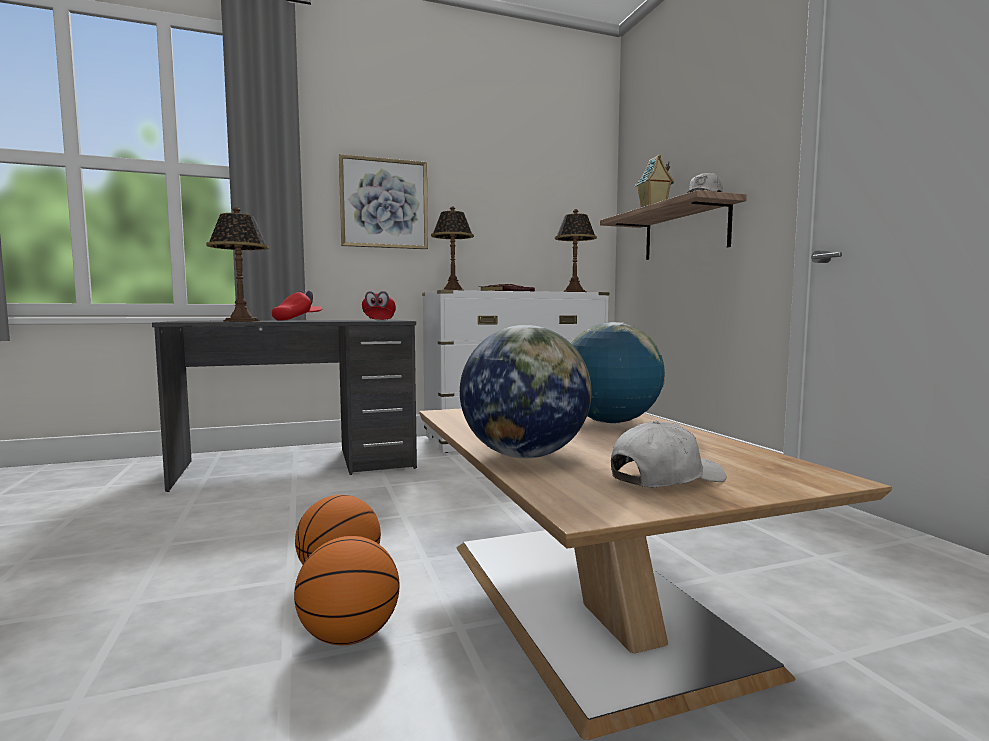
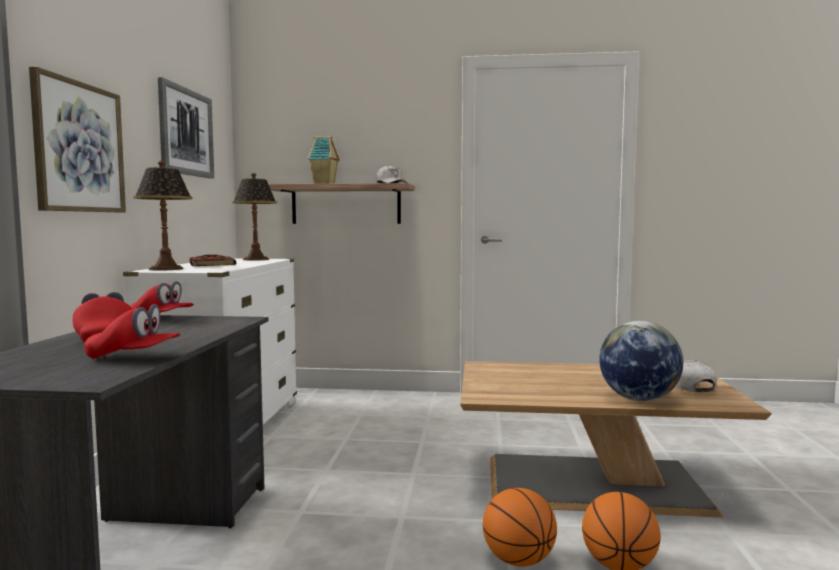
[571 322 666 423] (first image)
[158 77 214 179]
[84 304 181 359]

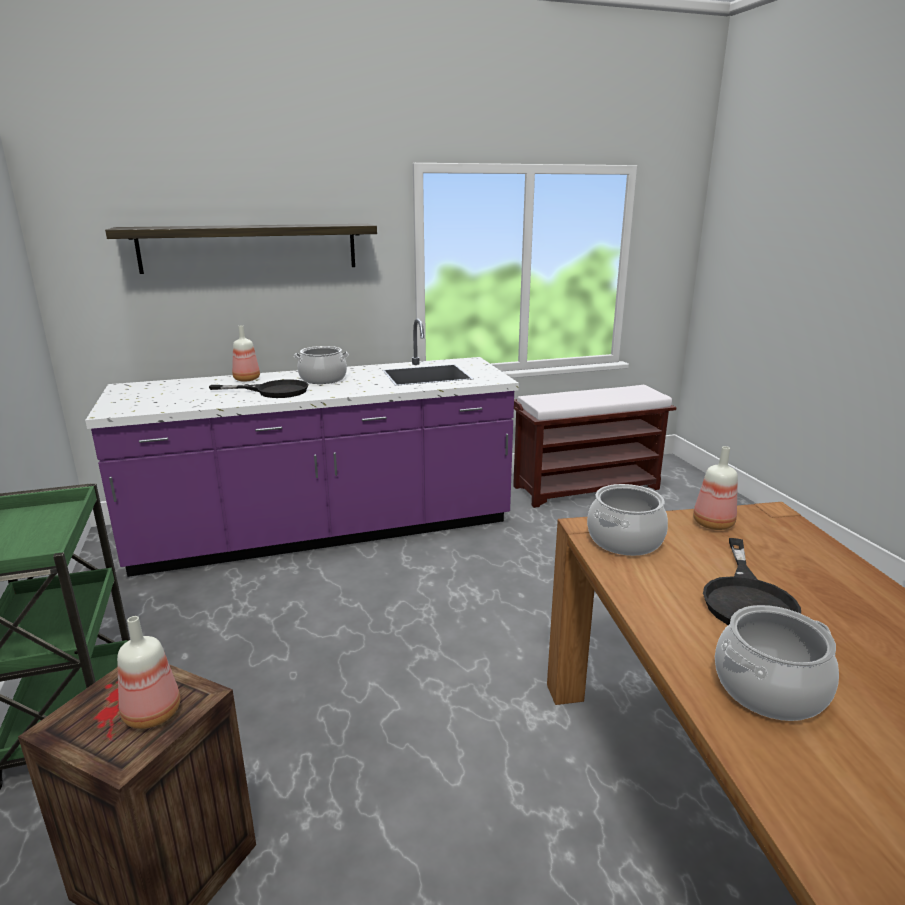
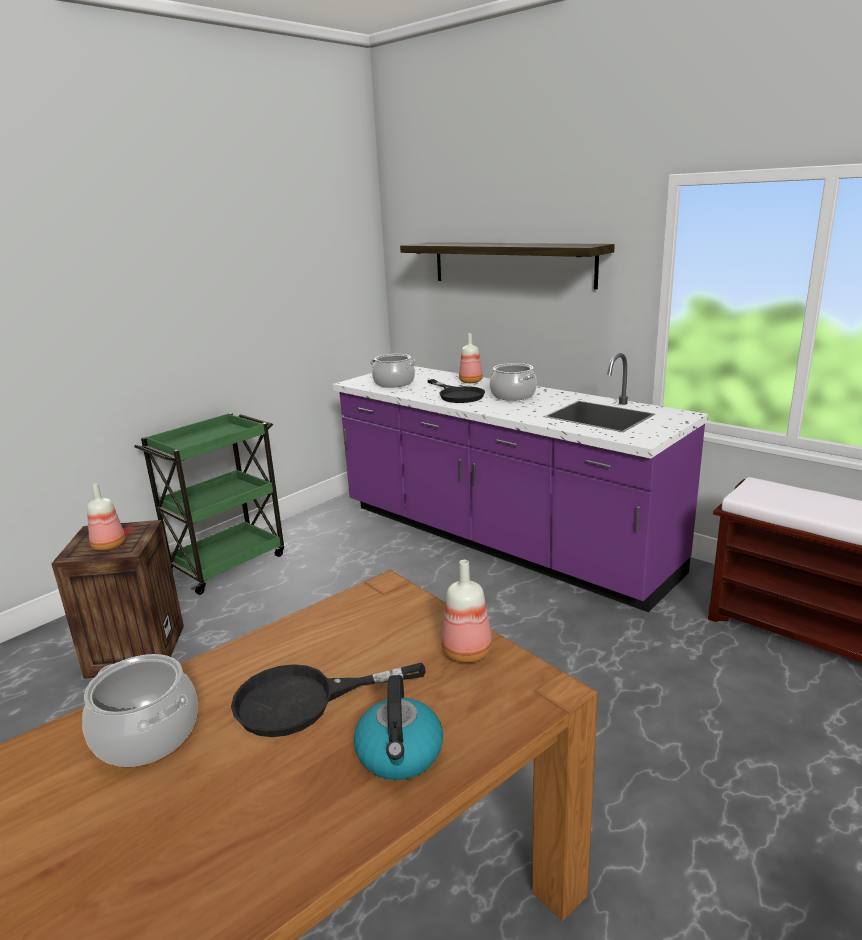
[354 675 443 780]
[370 354 416 388]

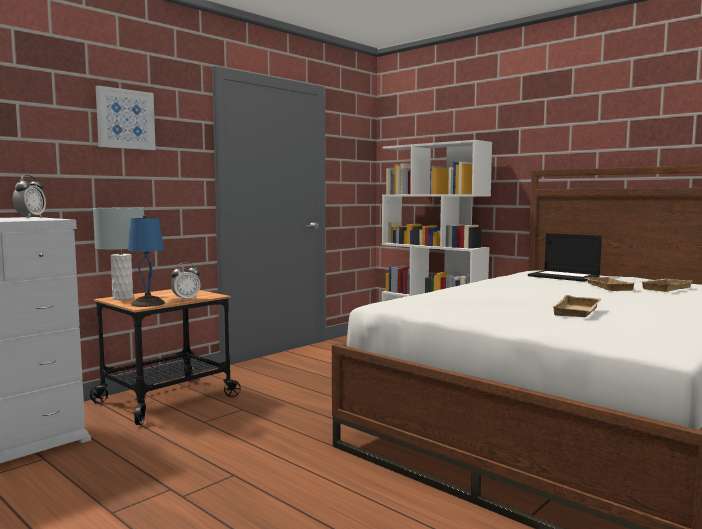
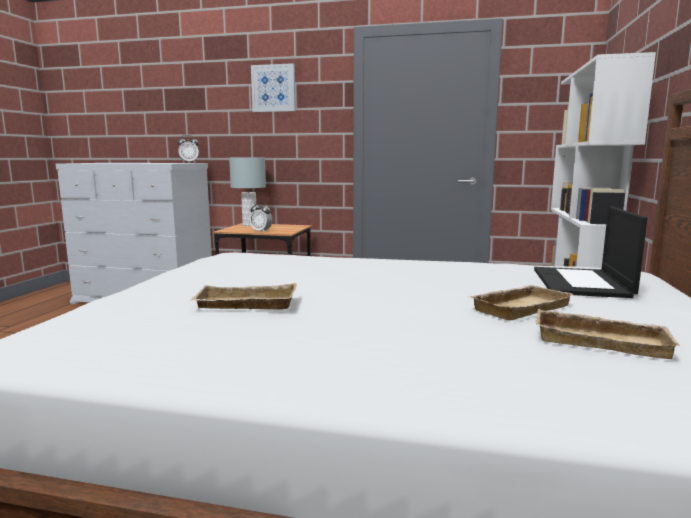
[128 215 165 307] (first image)

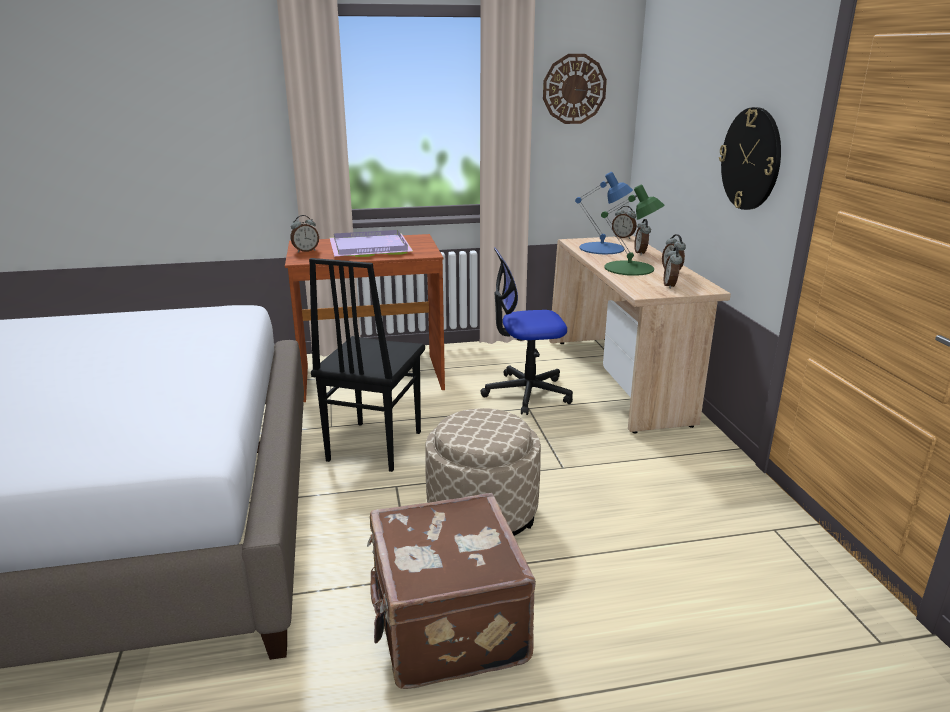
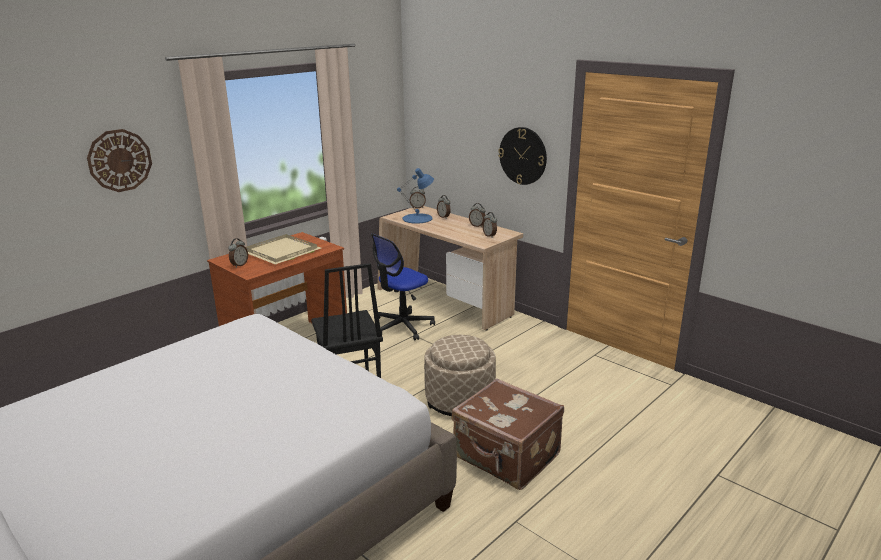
[601 185 665 276] (first image)
[87 129 152 192]
[246 234 321 265]

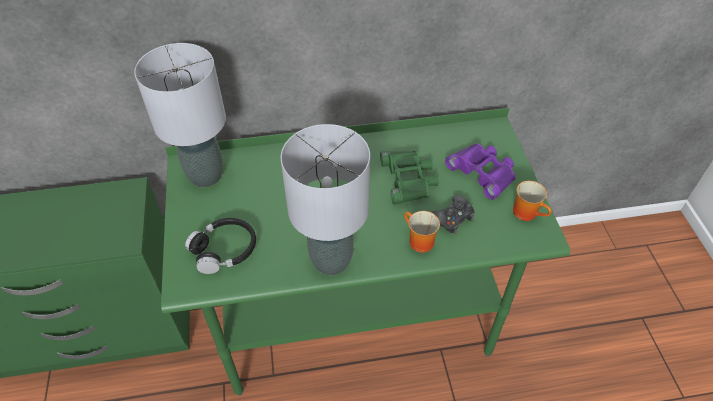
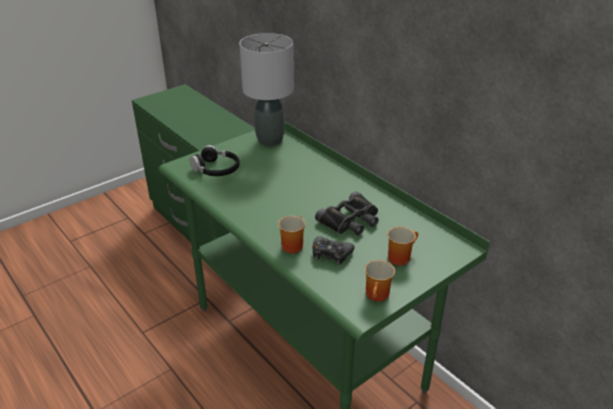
[281 124 370 275] (first image)
[387 227 418 265]
[315 191 379 235]

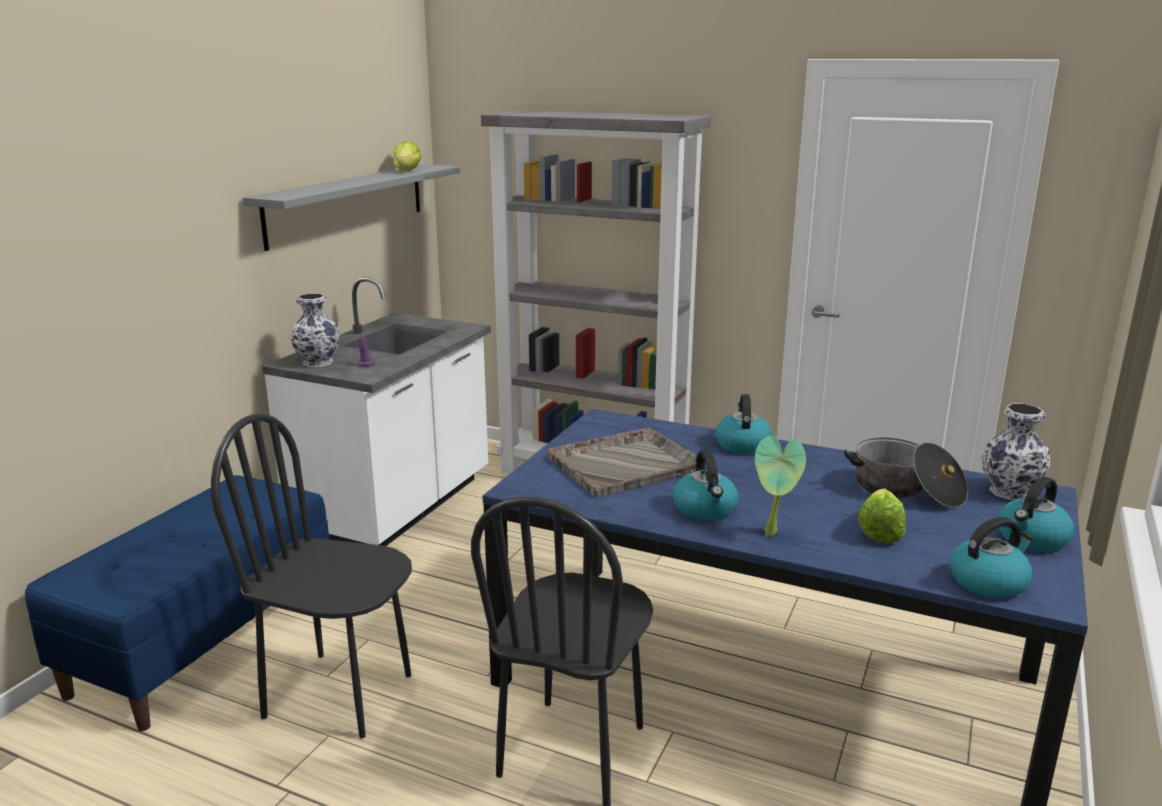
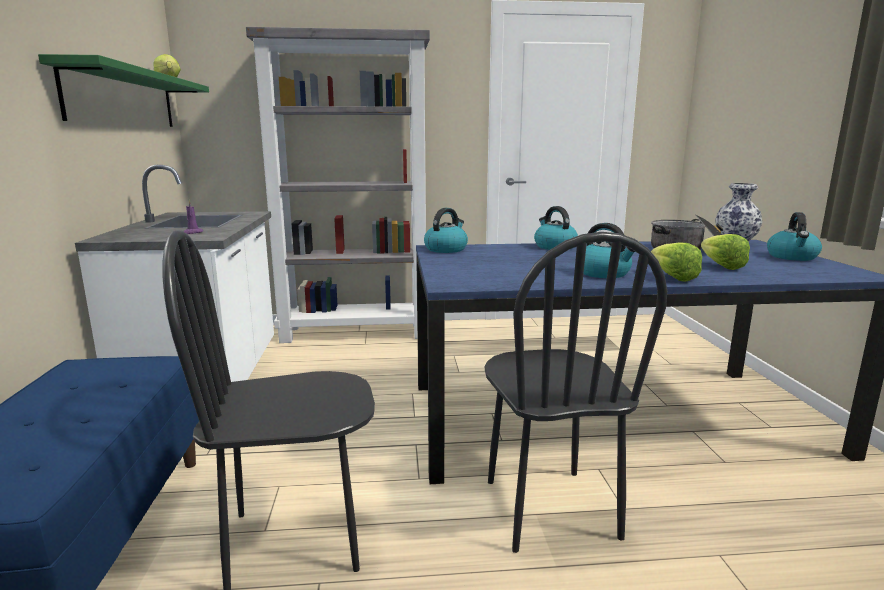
[291 293 340 367] (first image)
[547 427 697 498] (first image)
[424 208 468 253]
[651 242 702 282]
[38 54 209 127]

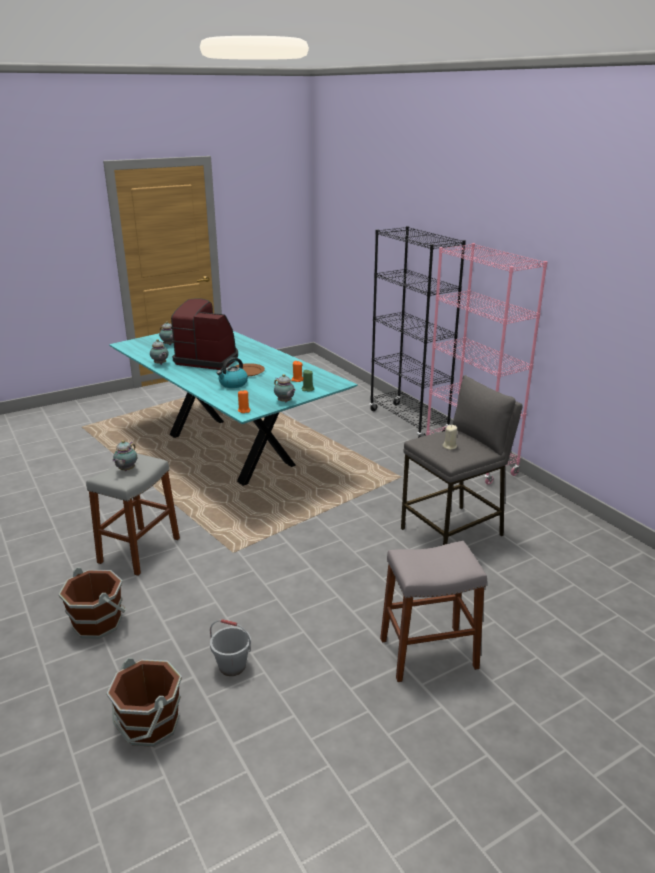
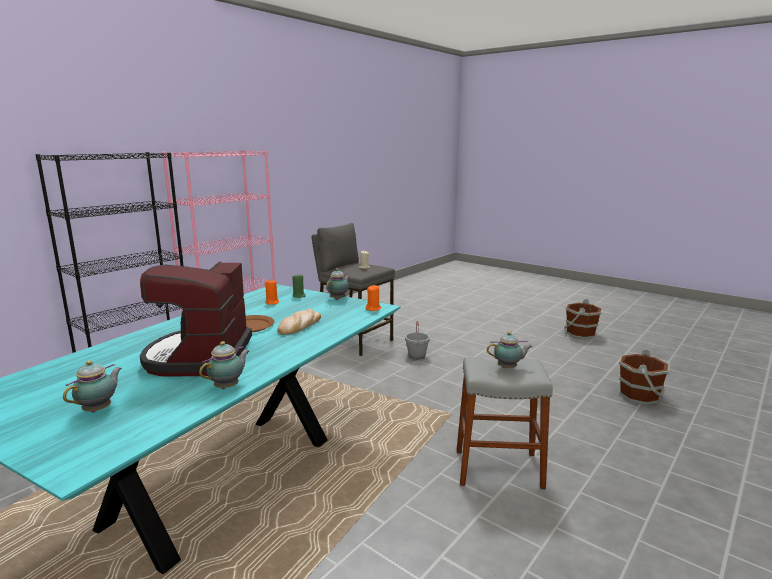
[380 541 487 682] (first image)
[564 299 603 339]
[405 321 430 360]
[277 309 321 335]

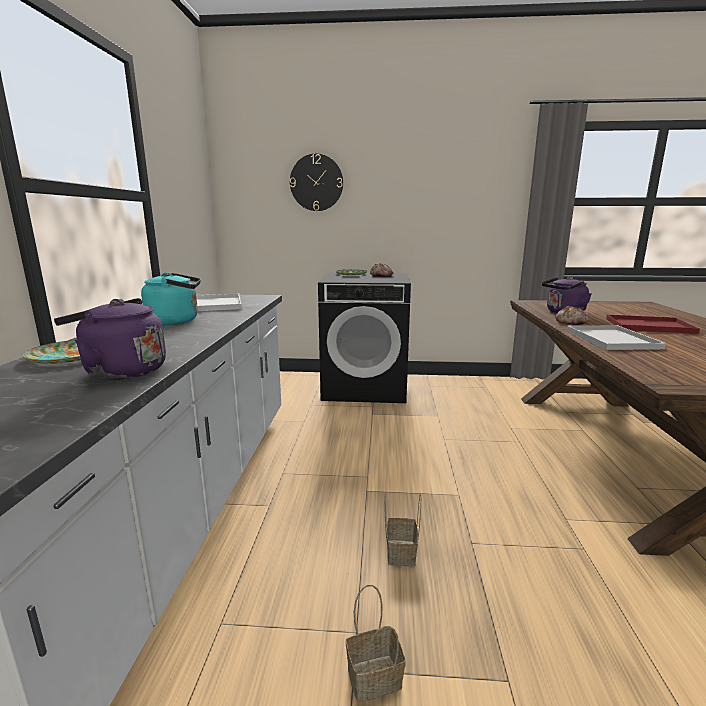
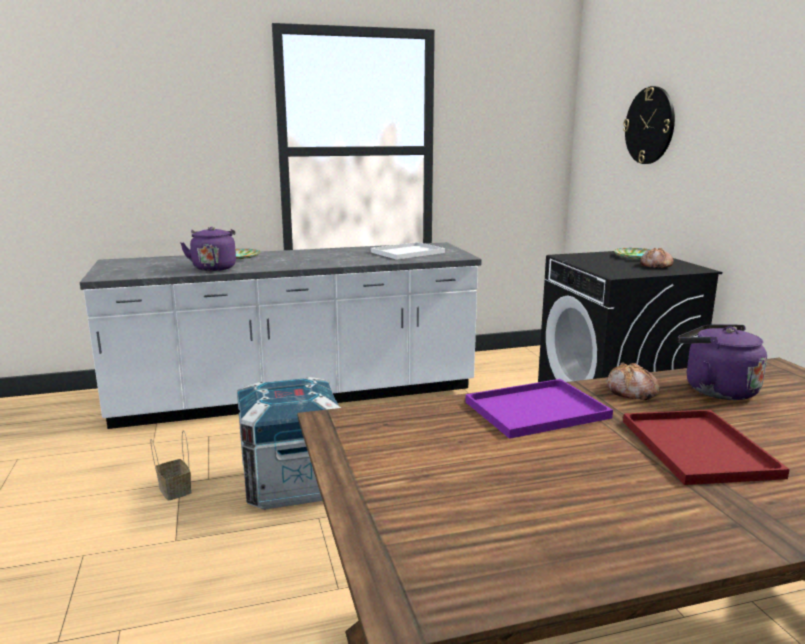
[141 272 201 325] (first image)
[237 377 341 510]
[465 379 613 439]

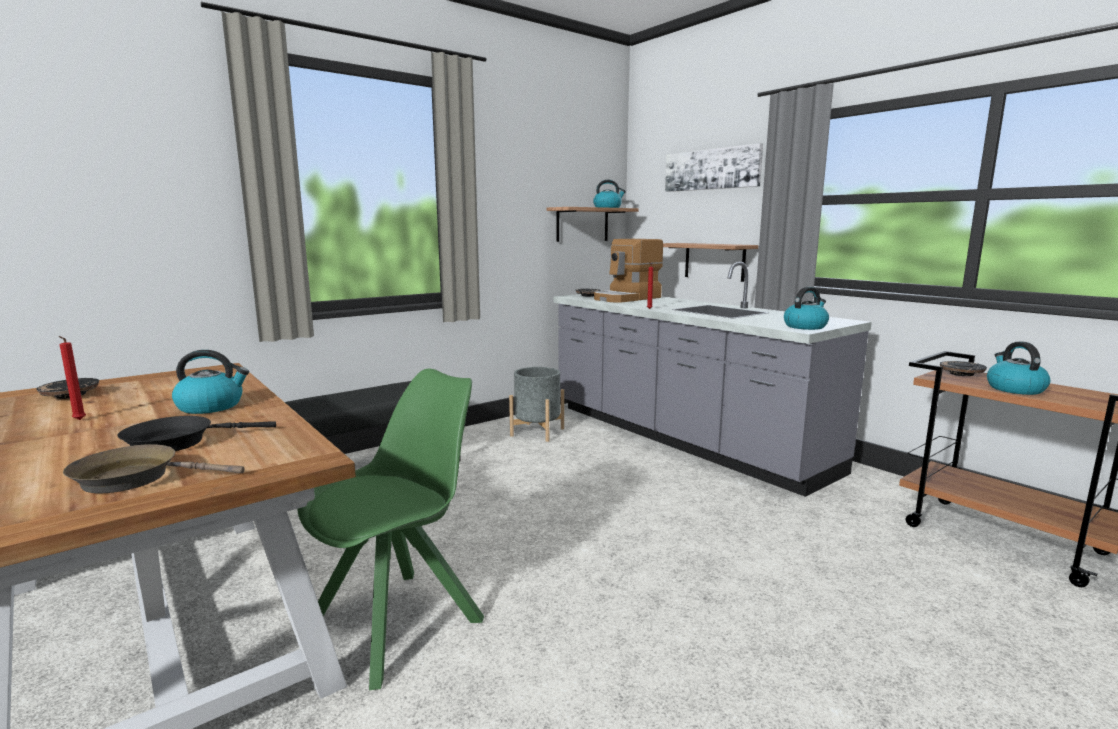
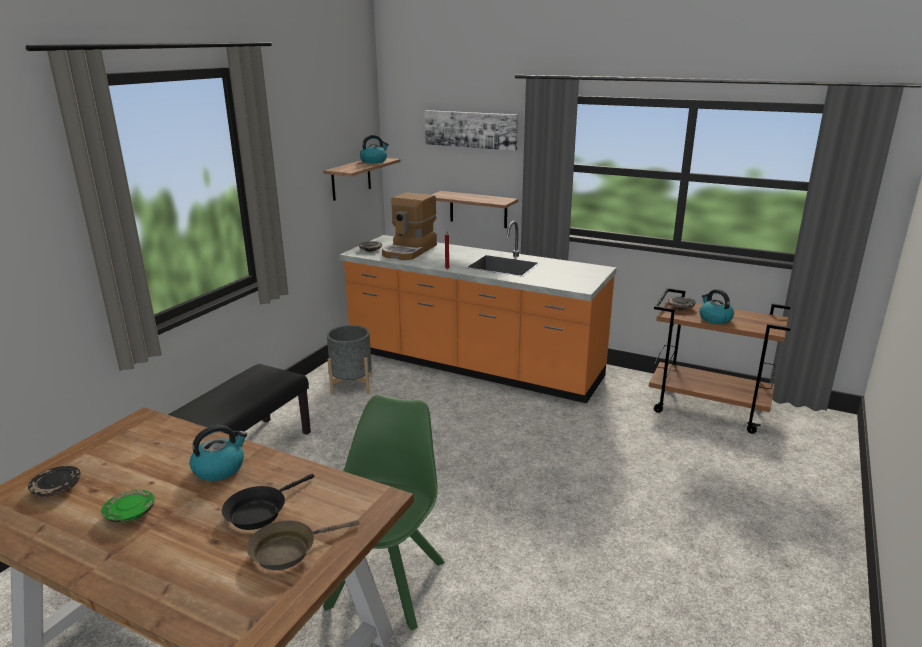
[784 287 829 330] (first image)
[101 490 155 523]
[339 221 617 403]

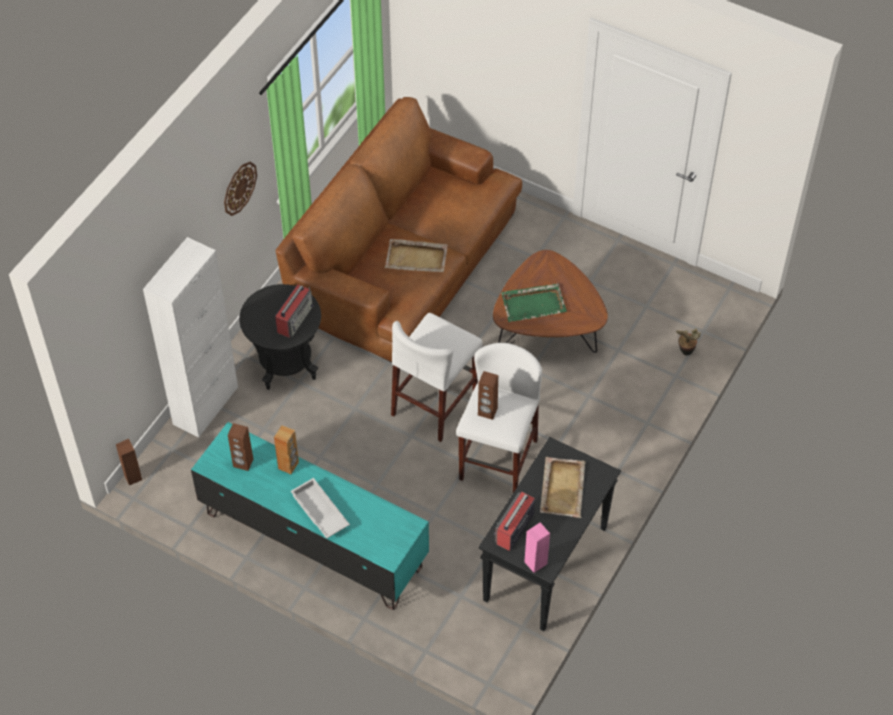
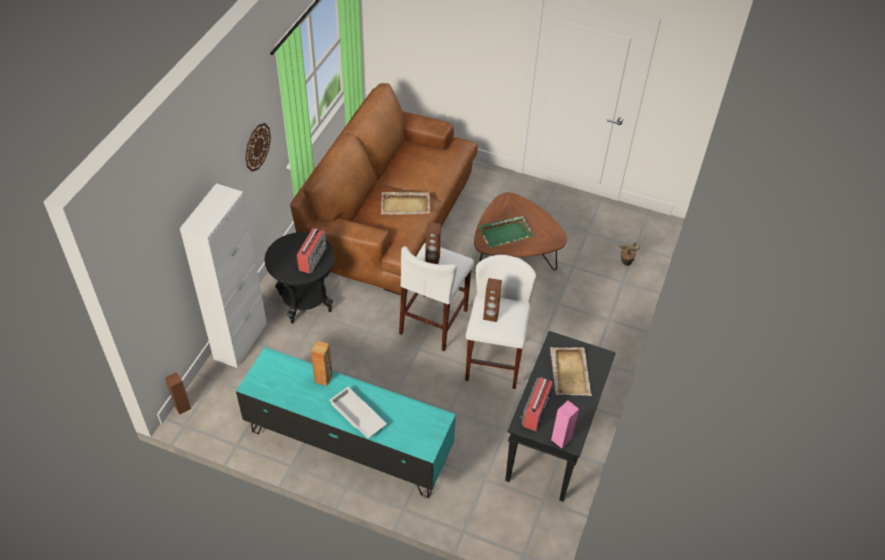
[425 222 441 264]

